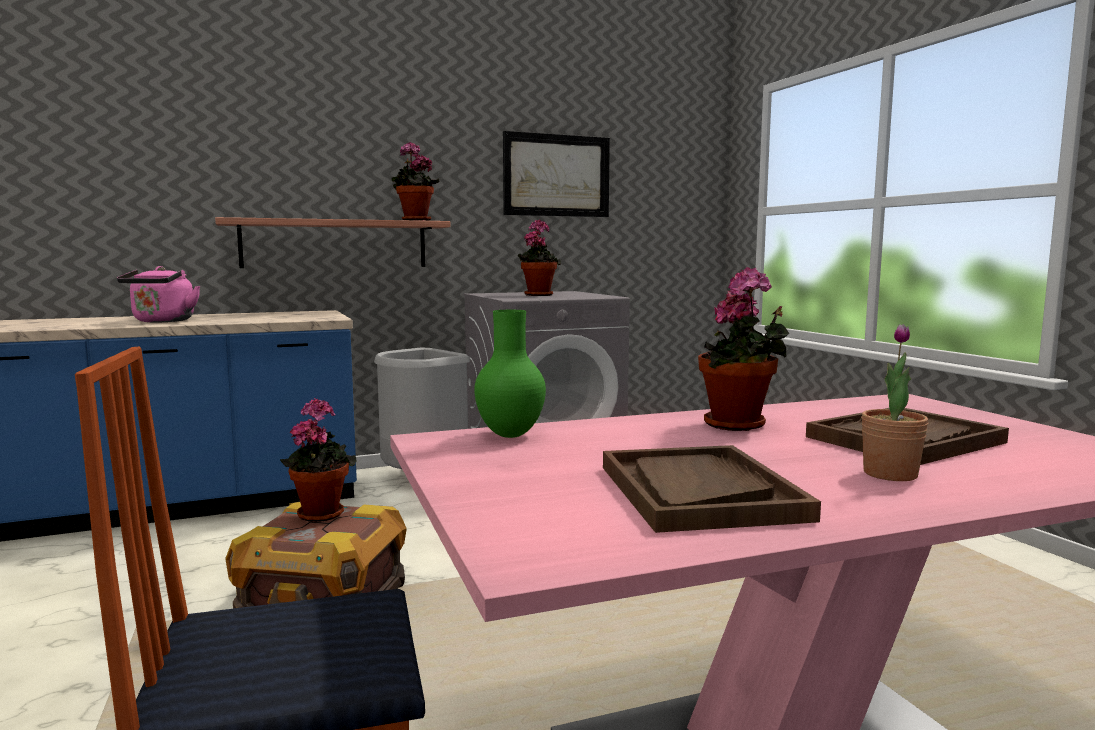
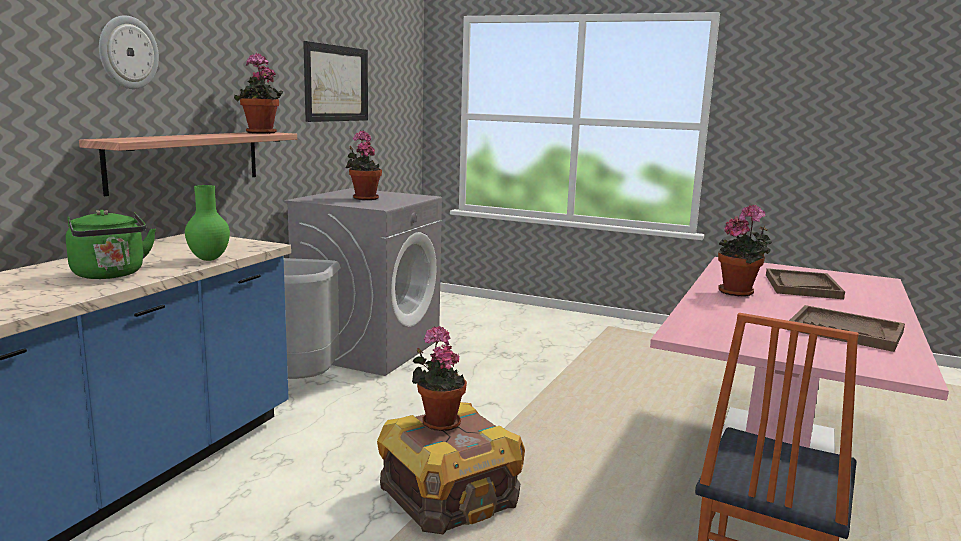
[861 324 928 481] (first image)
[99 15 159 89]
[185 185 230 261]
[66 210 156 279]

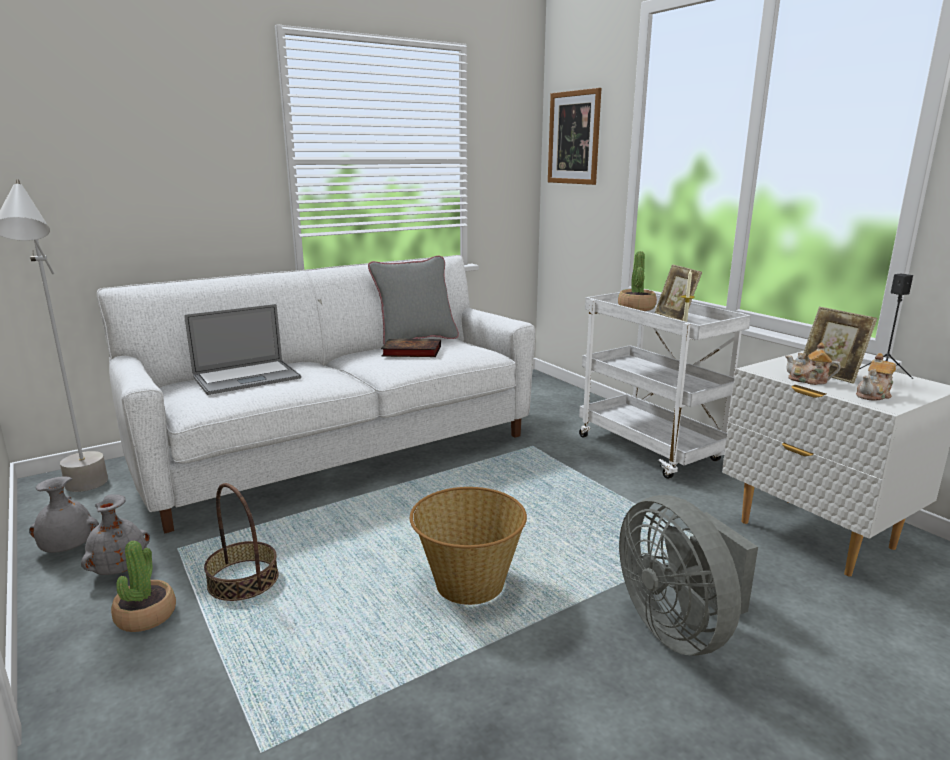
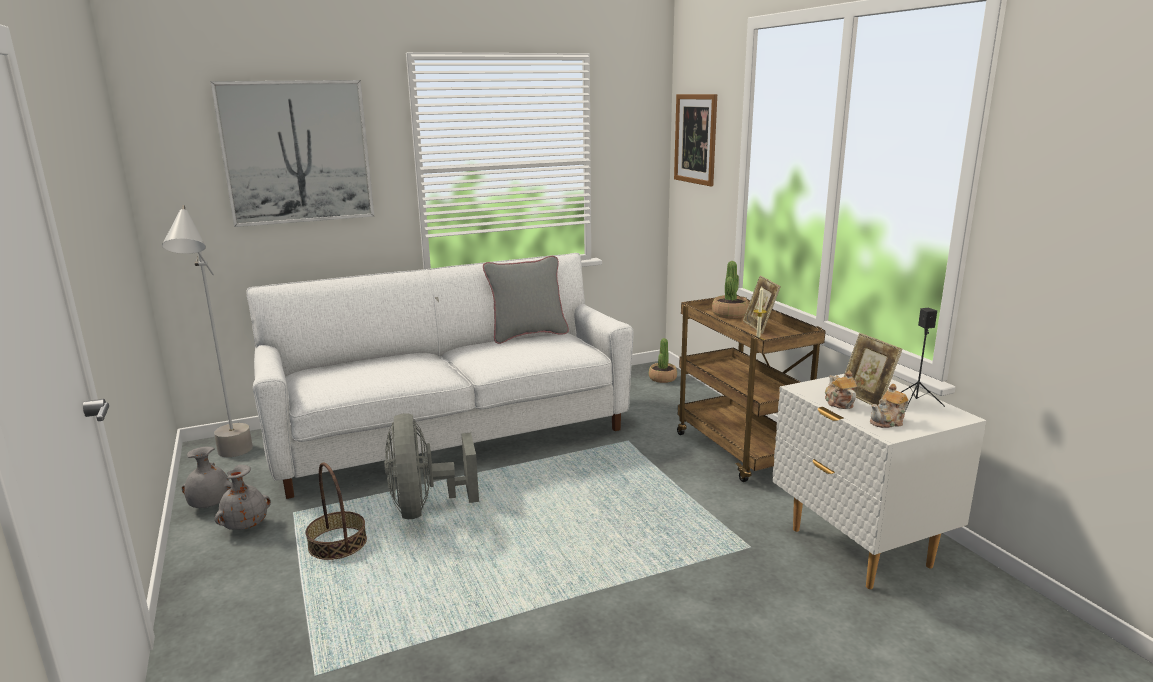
[185 304 301 395] (first image)
[381 339 441 357] (first image)
[410 487 527 605] (first image)
[211 80 374 227]
[649 338 677 383]
[384 413 479 519]
[677 295 826 482]
[825 371 857 409]

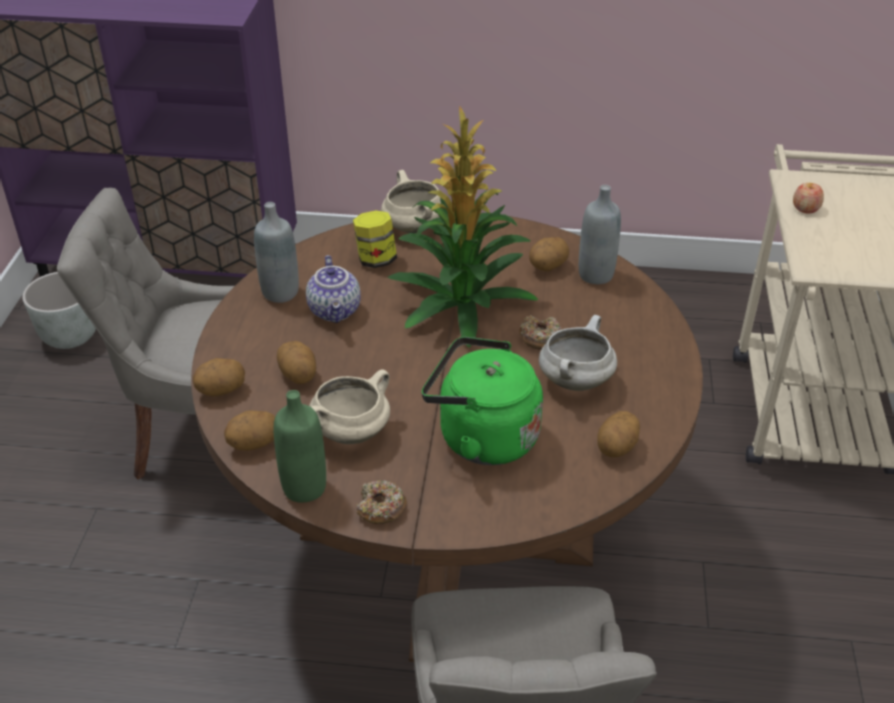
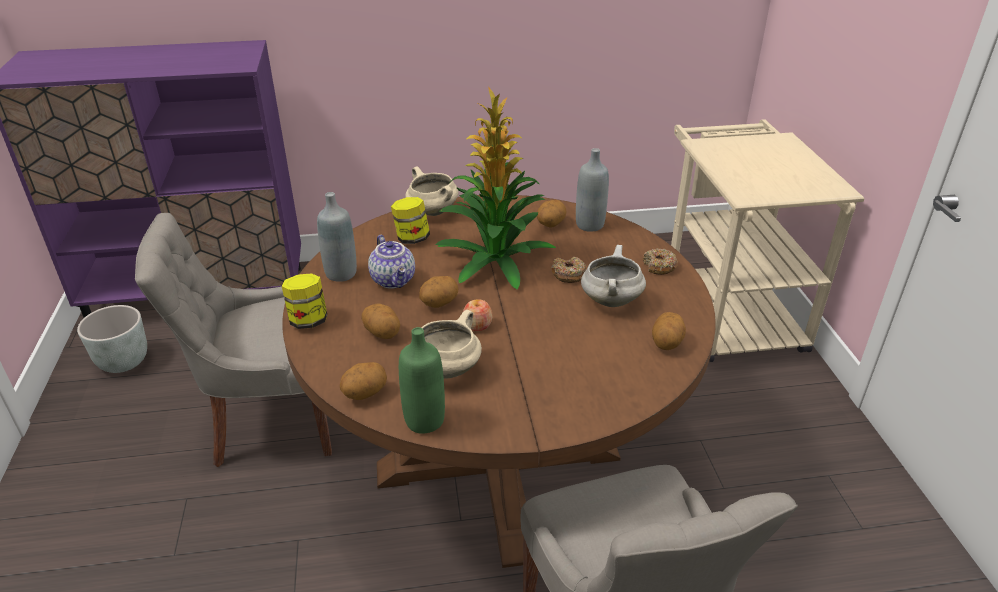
[422 337 543 465] (first image)
[282 273 327 329]
[419 276 459 308]
[643 248 678 275]
[463 300 493 331]

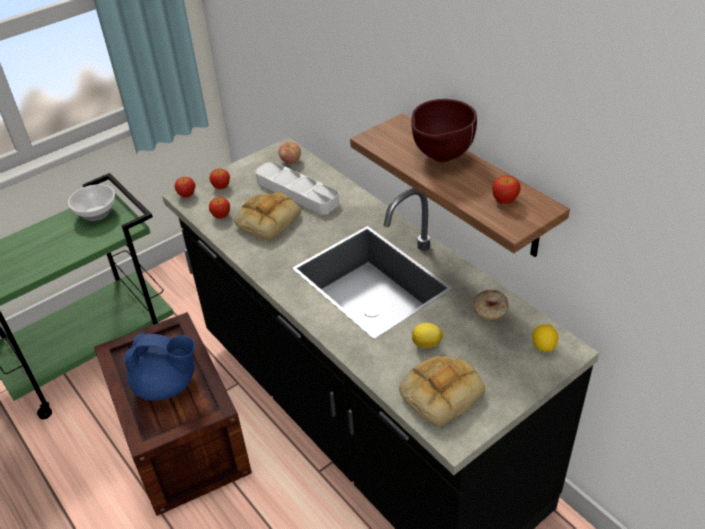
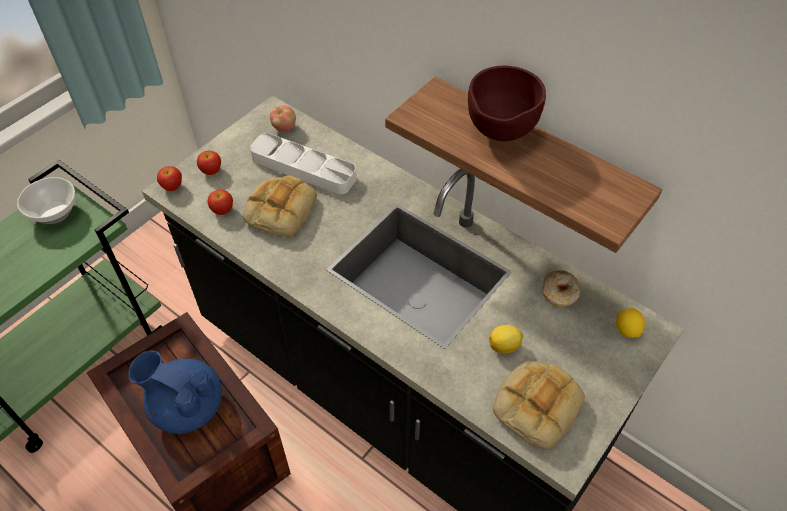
[492 175 521 204] (first image)
[128 351 222 434]

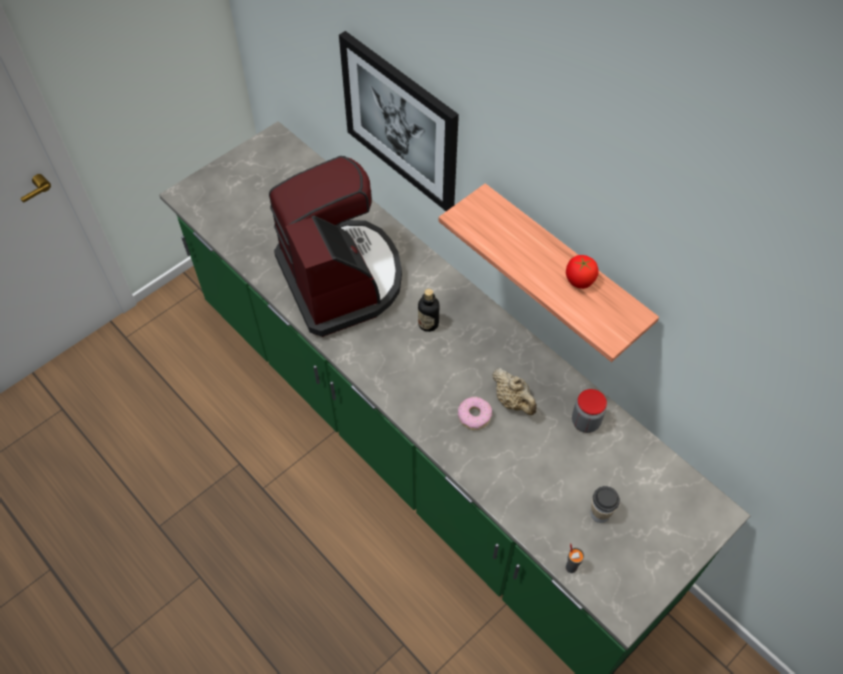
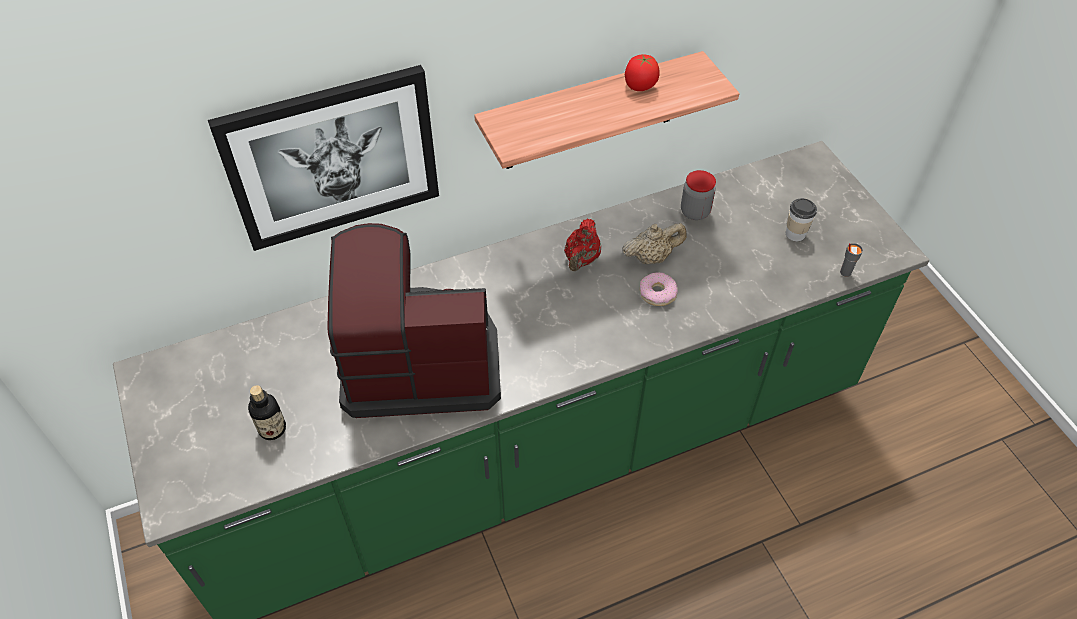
[564 219 601 271]
[248 385 286 440]

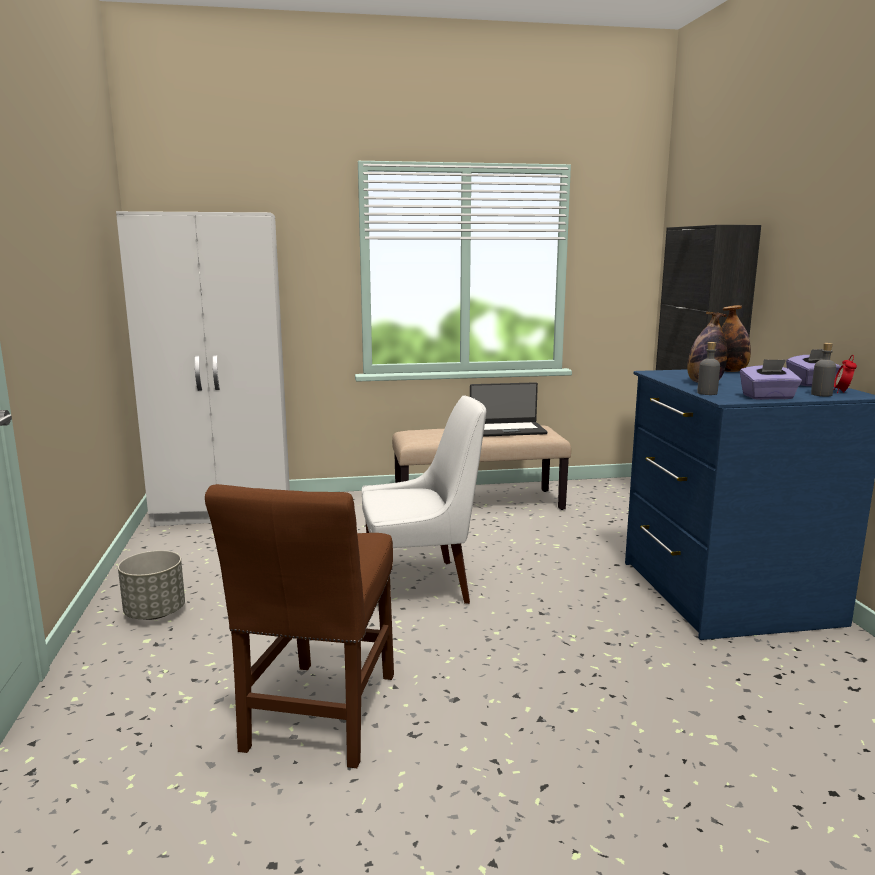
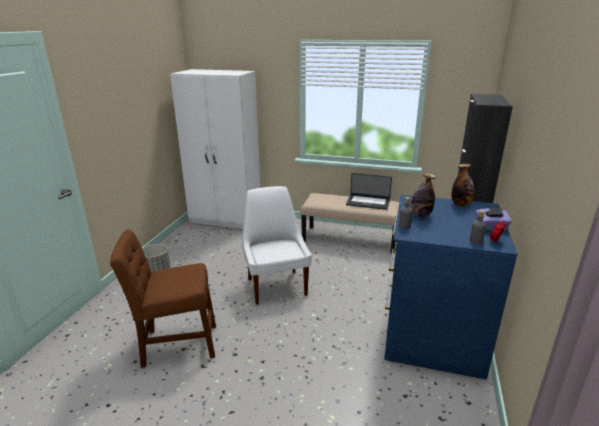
[740 359 802 400] (first image)
[110 229 216 368]
[242 186 312 305]

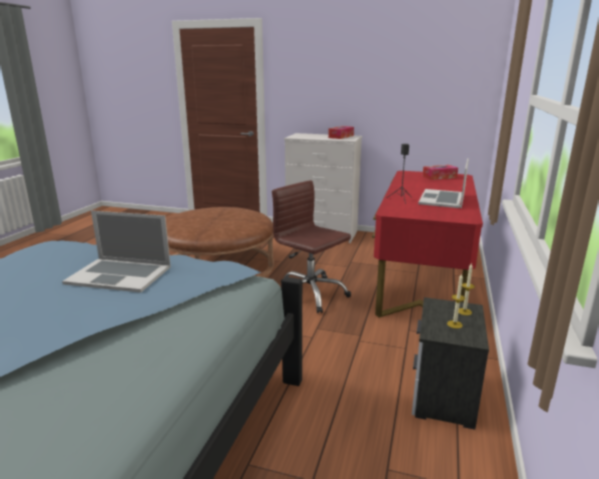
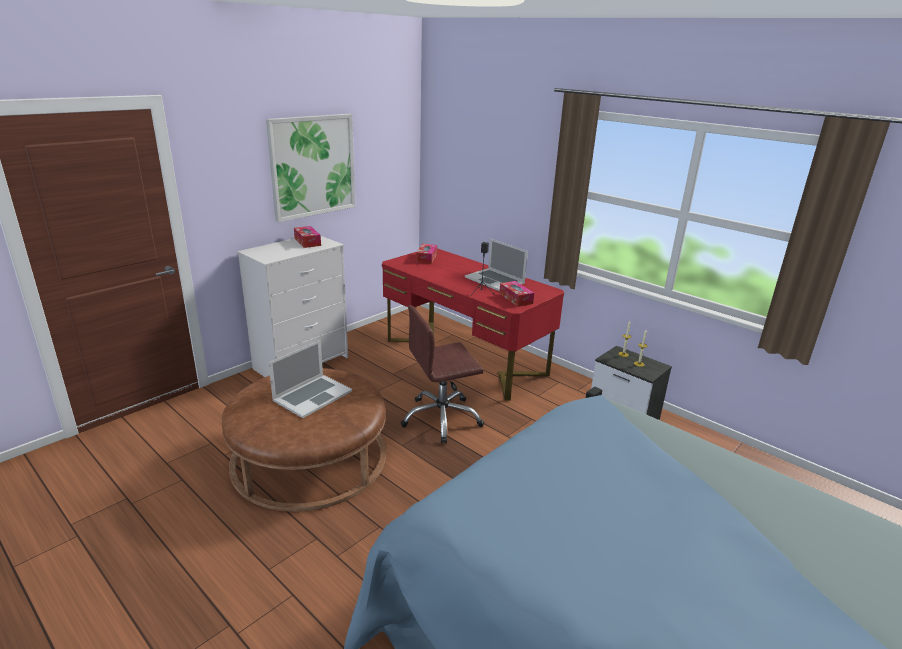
[266 114 355 222]
[499 281 534 307]
[269 340 352 418]

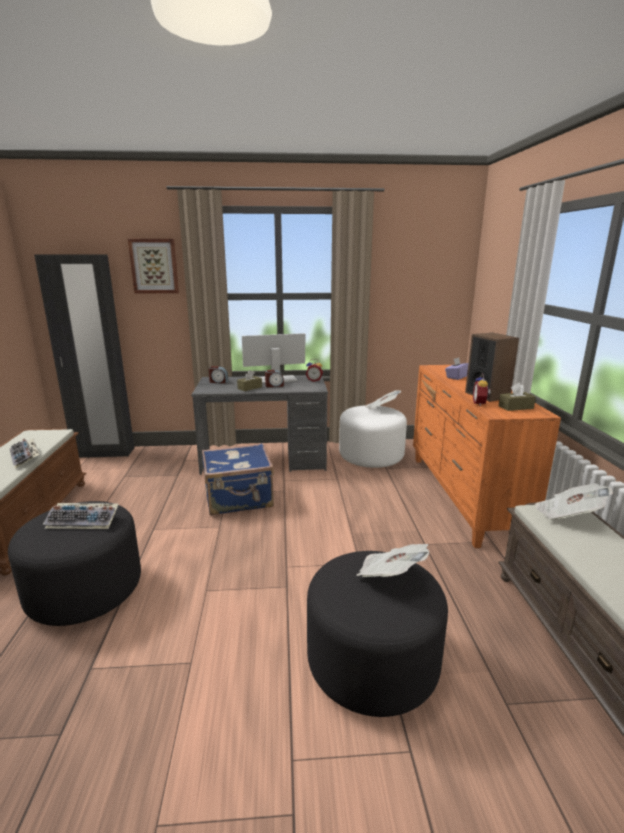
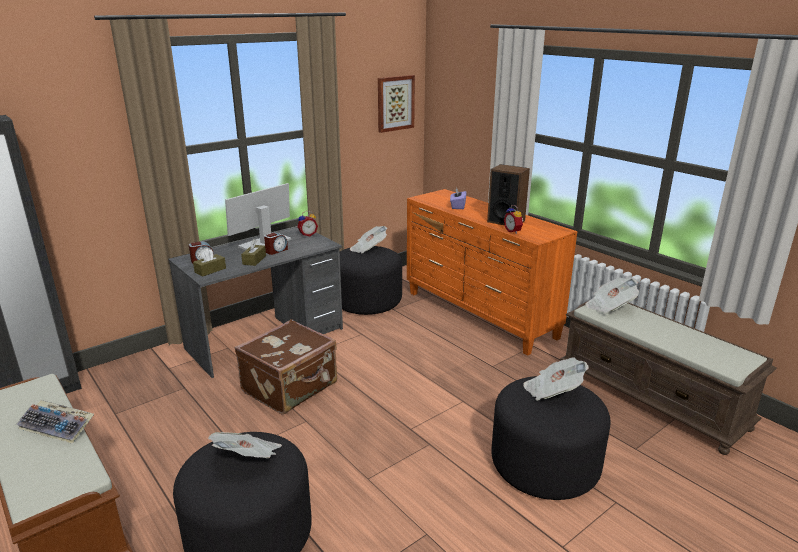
[378 75 415 133]
[193 248 226 277]
[208 432 282 458]
[234 319 337 414]
[340 246 402 315]

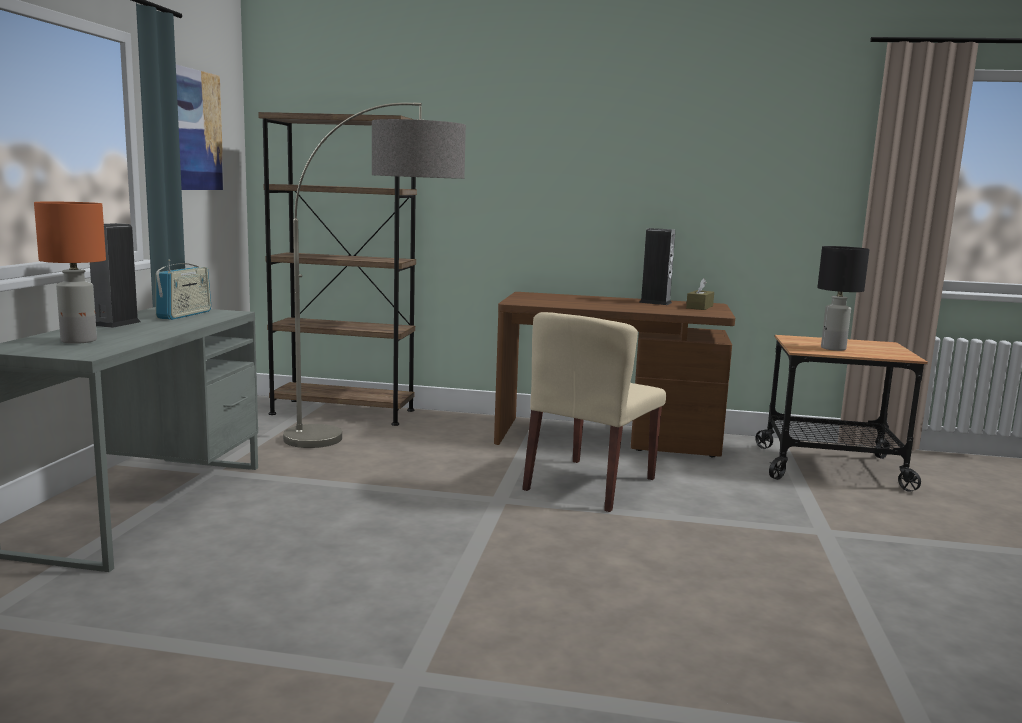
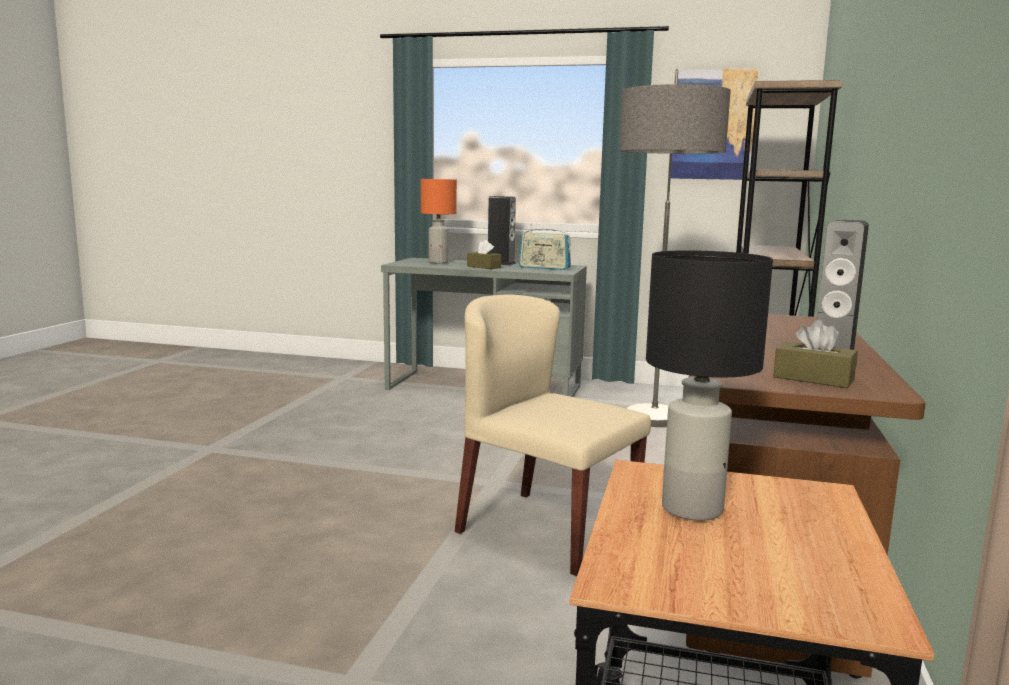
[467 240 501 269]

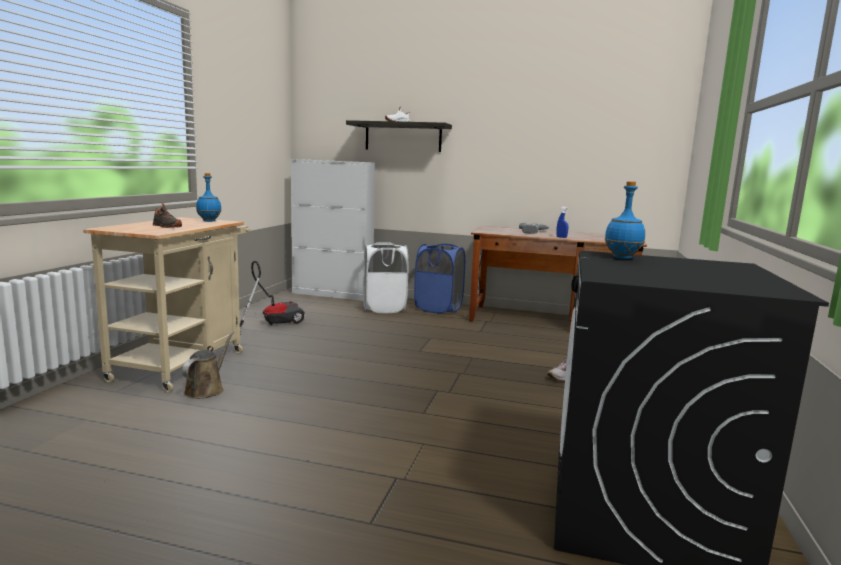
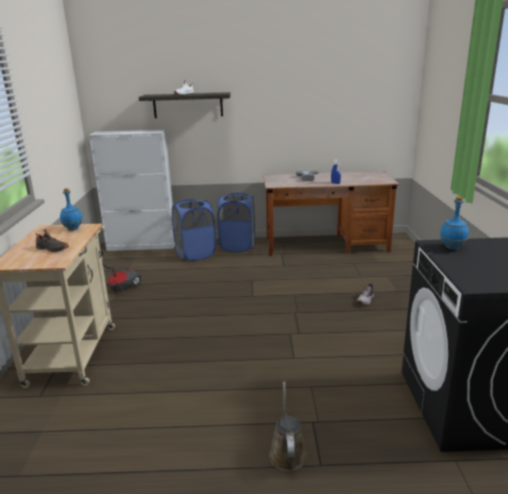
[269 381 307 471]
[172 199 216 261]

